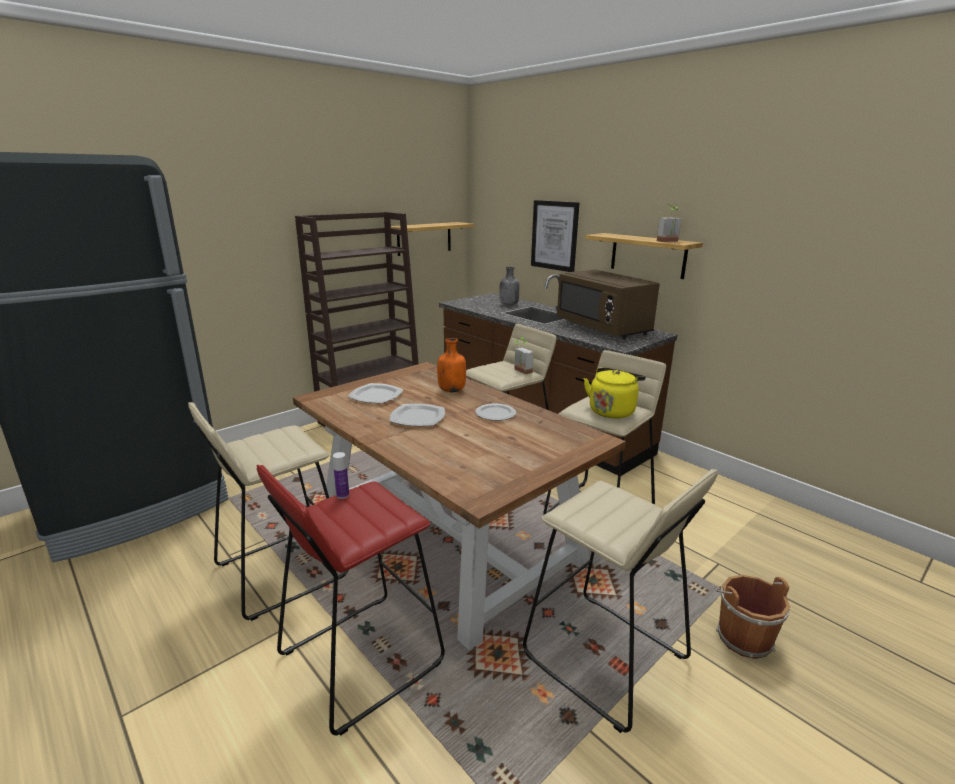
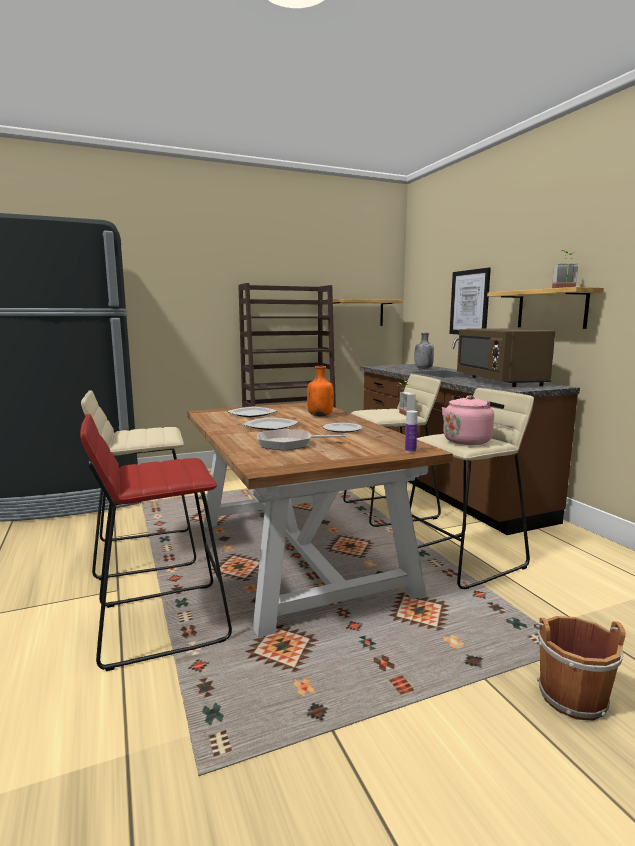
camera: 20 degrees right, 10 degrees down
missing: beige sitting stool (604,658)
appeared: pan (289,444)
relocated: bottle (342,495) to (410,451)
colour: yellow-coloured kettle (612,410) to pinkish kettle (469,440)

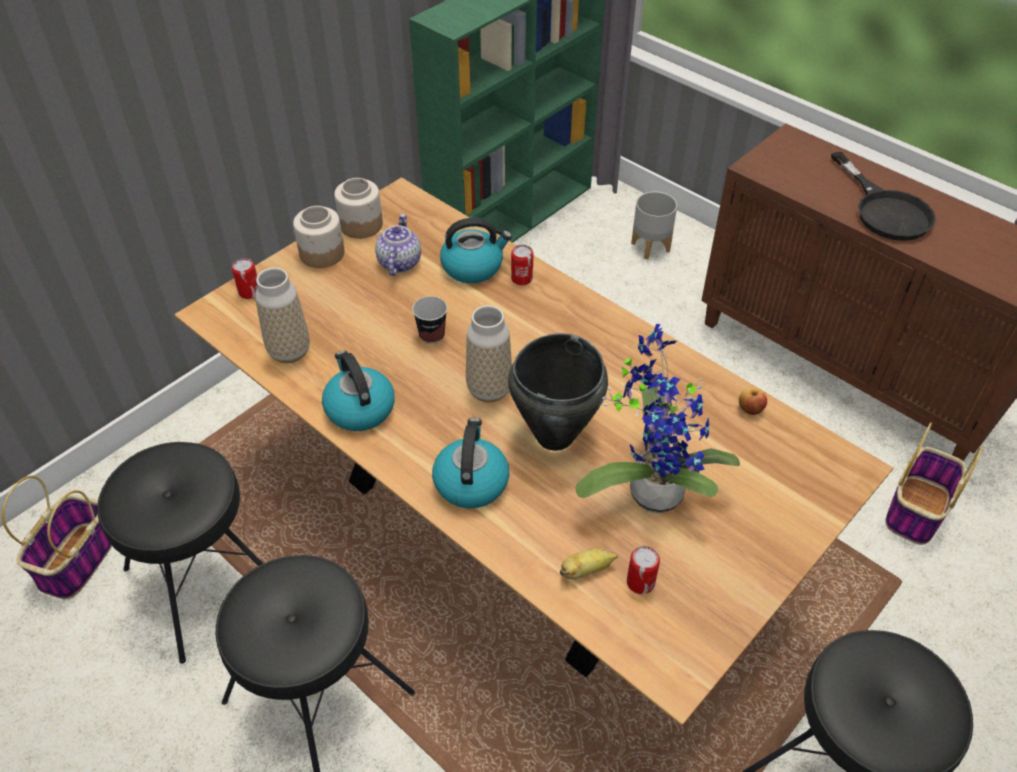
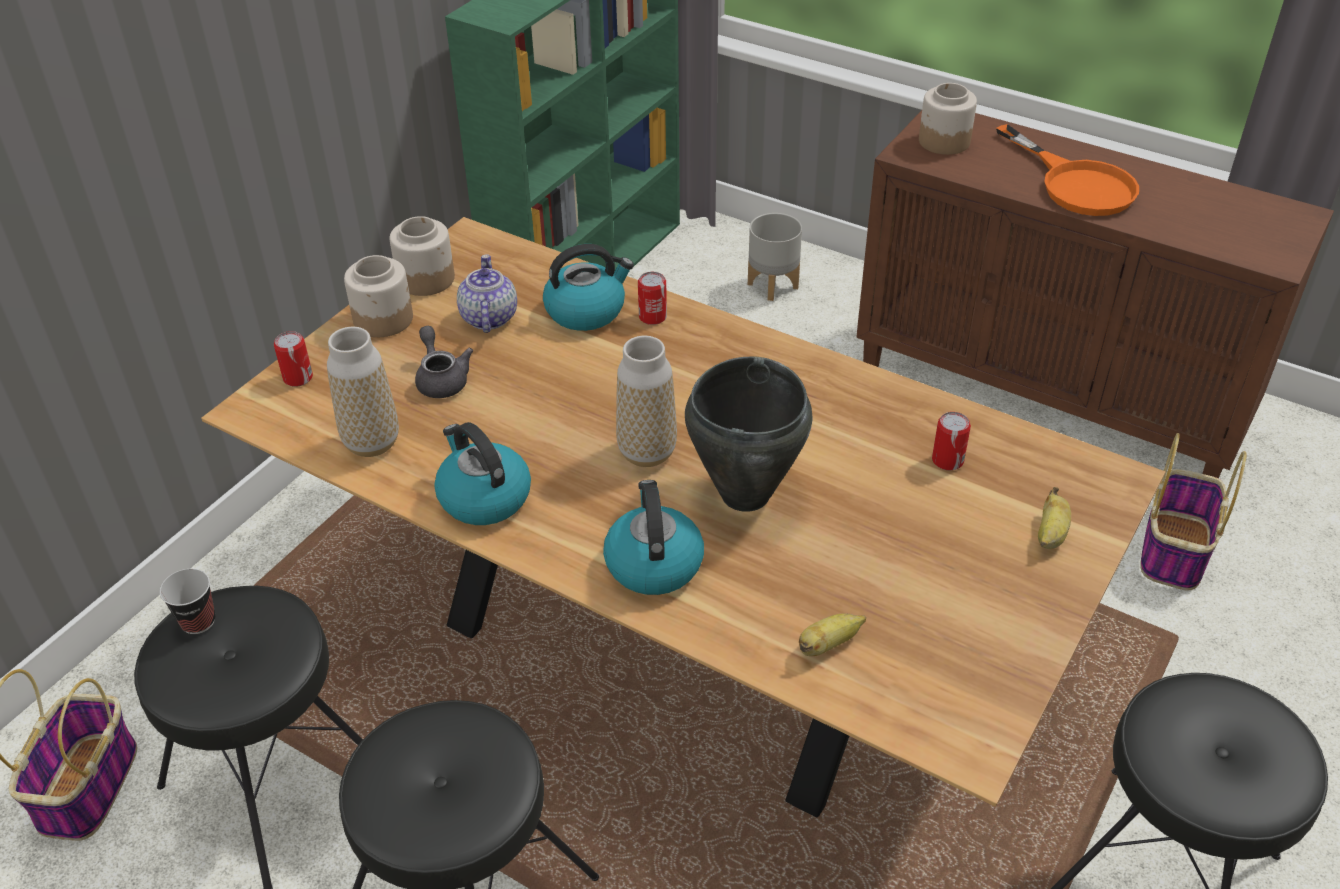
camera: 10 degrees left, 5 degrees down
missing: houseplant (651,488); whole apple (750,409)
appeared: gray pot for tea (441,379); preserve jar (944,141); whole banana (1050,535)
relocated: cup (432,335) to (198,621); can (640,582) to (947,460)
colour: black pan (885,210) to orange pan (1076,183)

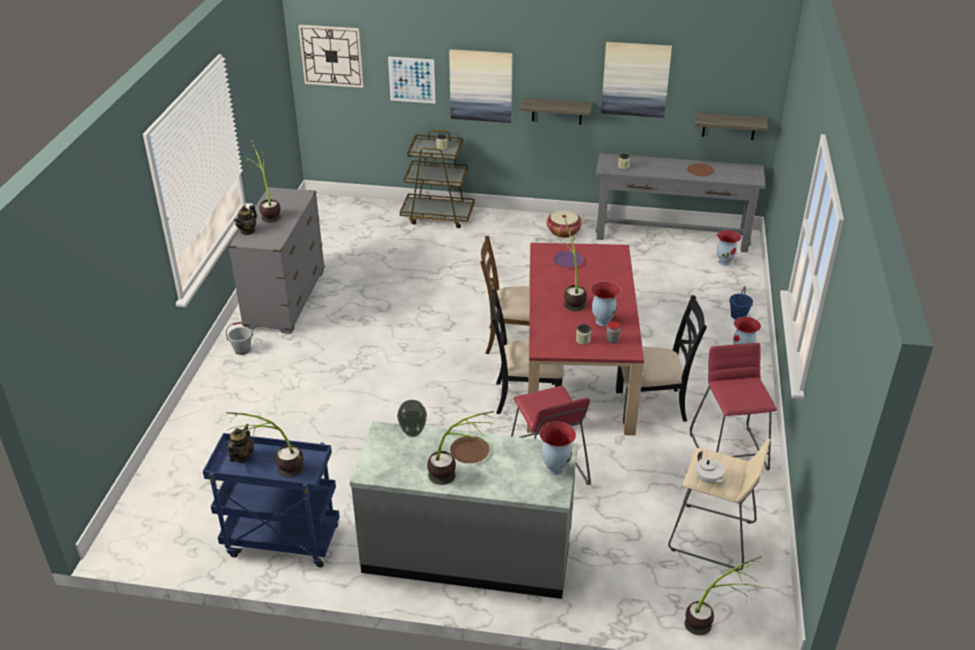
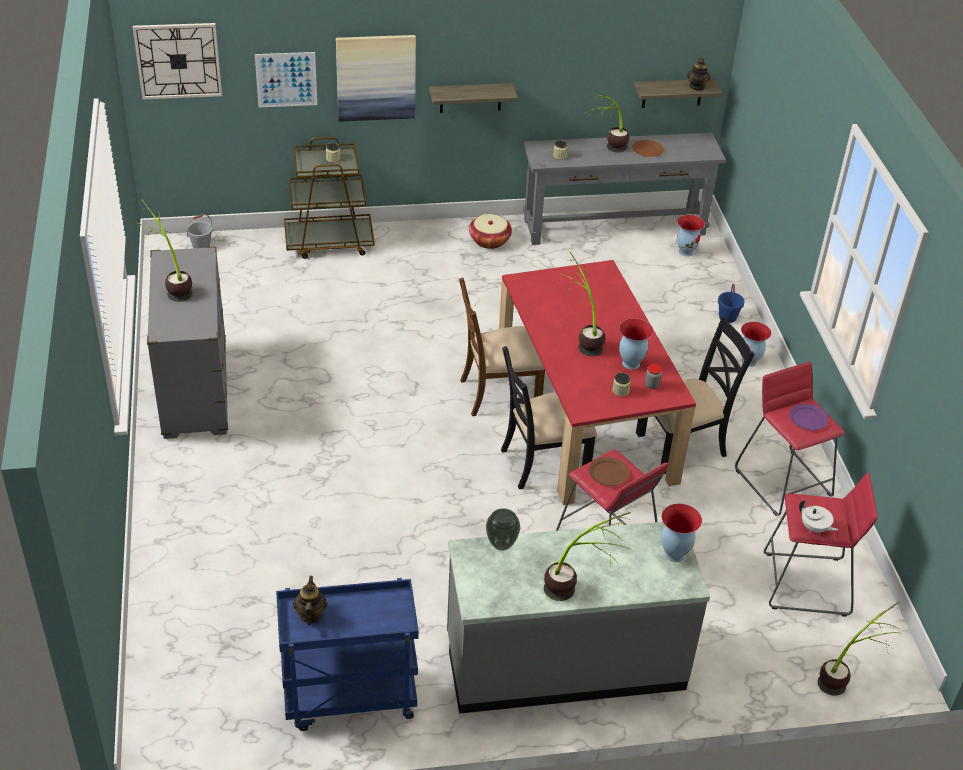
camera: 20 degrees left, 5 degrees up
missing: wall art (635,79)
relocated: gray pail (242,349) to (201,246); houseplant (274,472) to (607,150); brownish plate (470,451) to (608,473); pot for tea (247,231) to (697,87); purple plate (568,261) to (808,418)
colour: beige sitting stool (712,537) to red sitting stool (806,584)

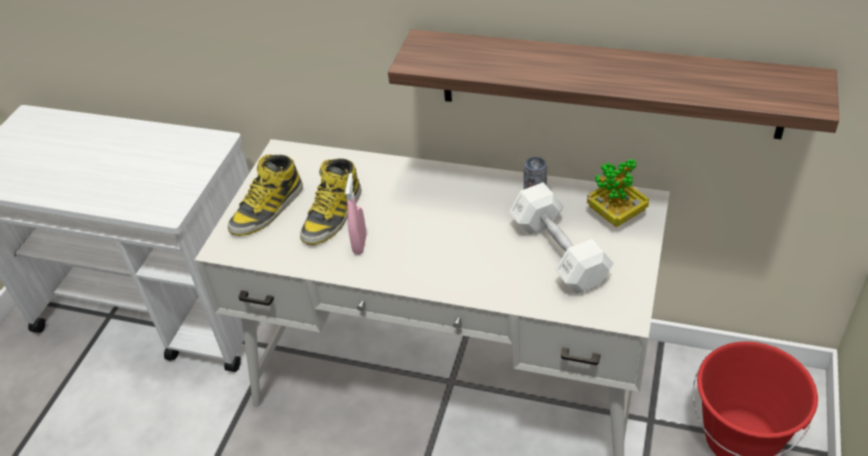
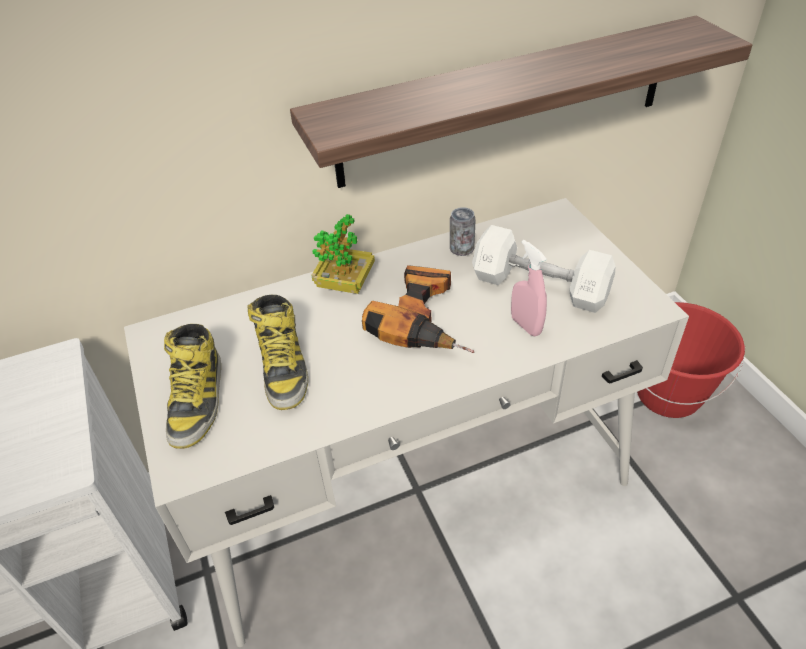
camera: 40 degrees left, 0 degrees up
appeared: power drill (425,320)
relocated: houseplant (616,214) to (345,284); pinkish hand sprayer (360,244) to (526,326)

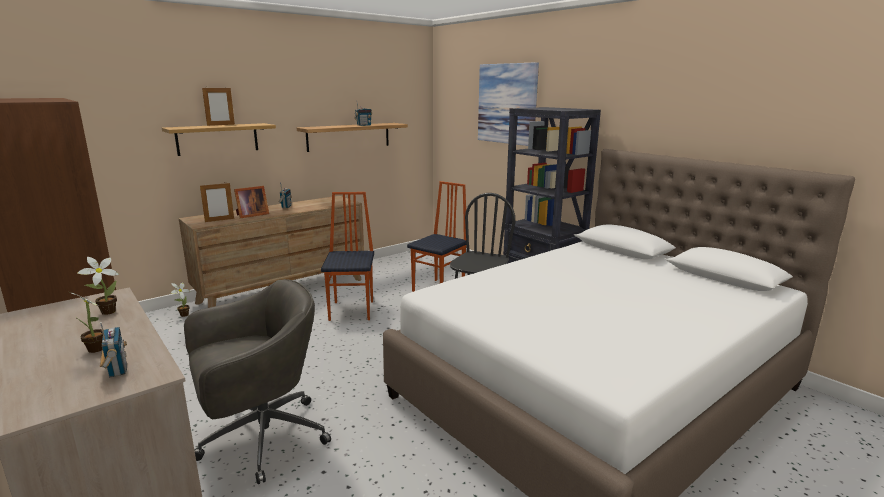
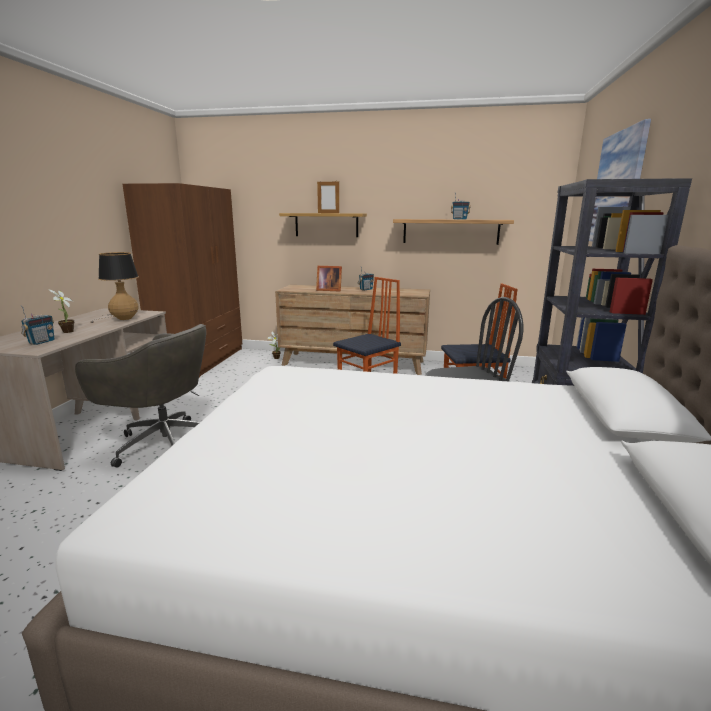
camera: 50 degrees right, 0 degrees up
missing: photo frame (219,220)
exchanged: houseplant (106,312) to table lamp (121,318)

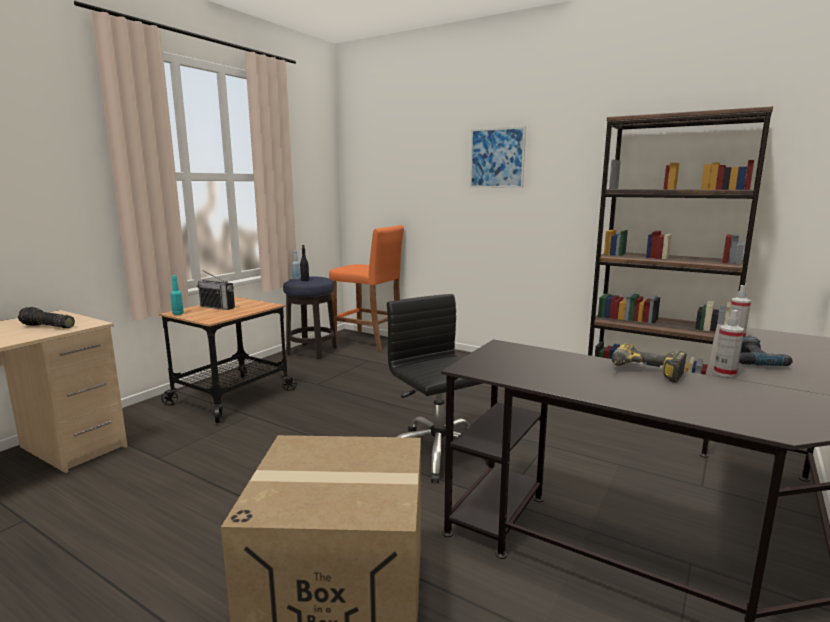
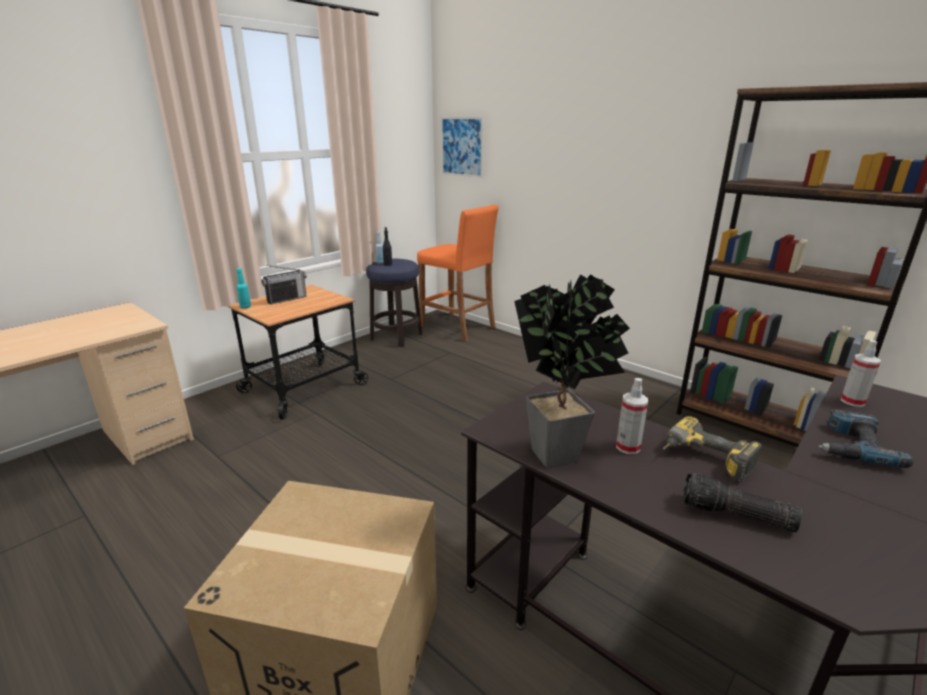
camera: 10 degrees right, 10 degrees up
missing: black computer chair (437,452)
appeared: houseplant (563,455)
relocated: wall art (497,158) to (462,147); hand sprayer (725,373) to (628,447); hand torch (47,327) to (734,516)
spun: radio receiver (217,307) = (287,299) 75 degrees counterclockwise

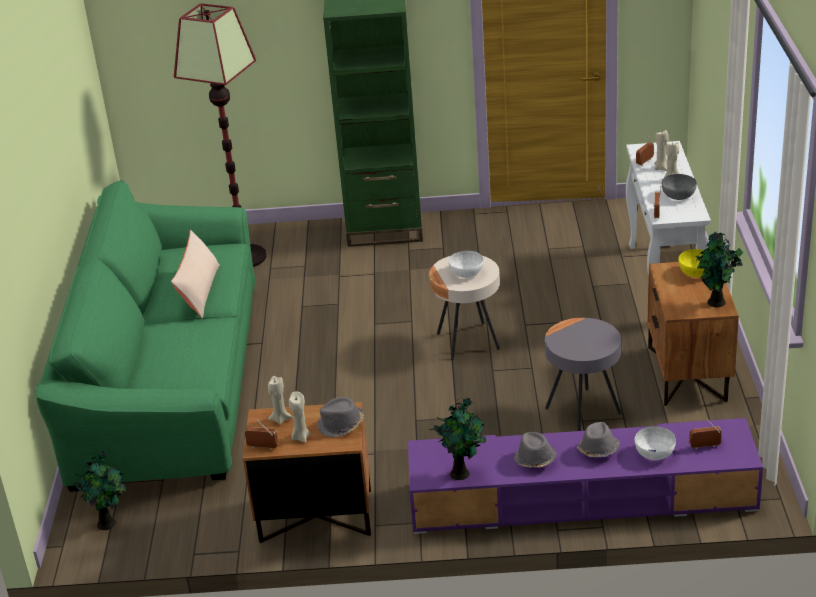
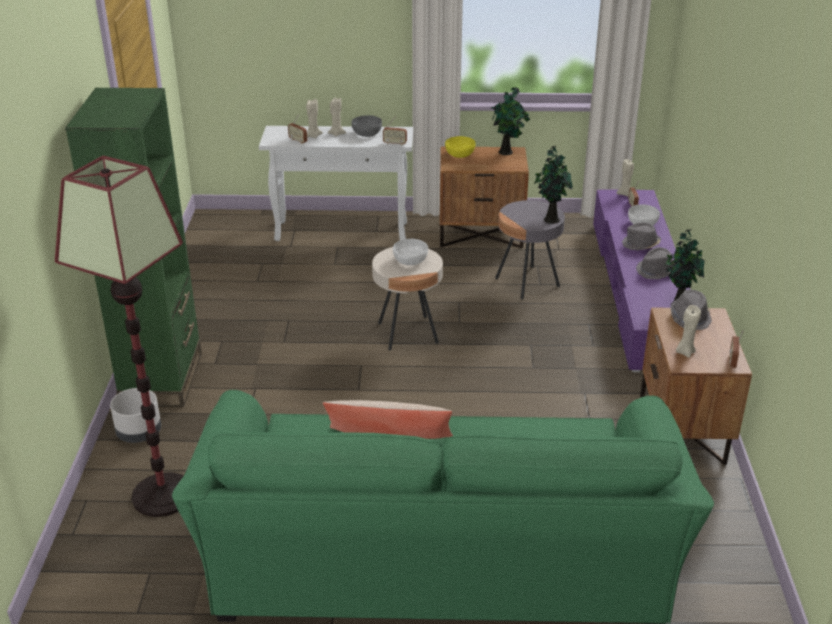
camera: 90 degrees left, 0 degrees up
appeared: gray planter (139,433)
relocated: houseplant (108,523) to (550,219); beige wax candle (300,437) to (625,194)

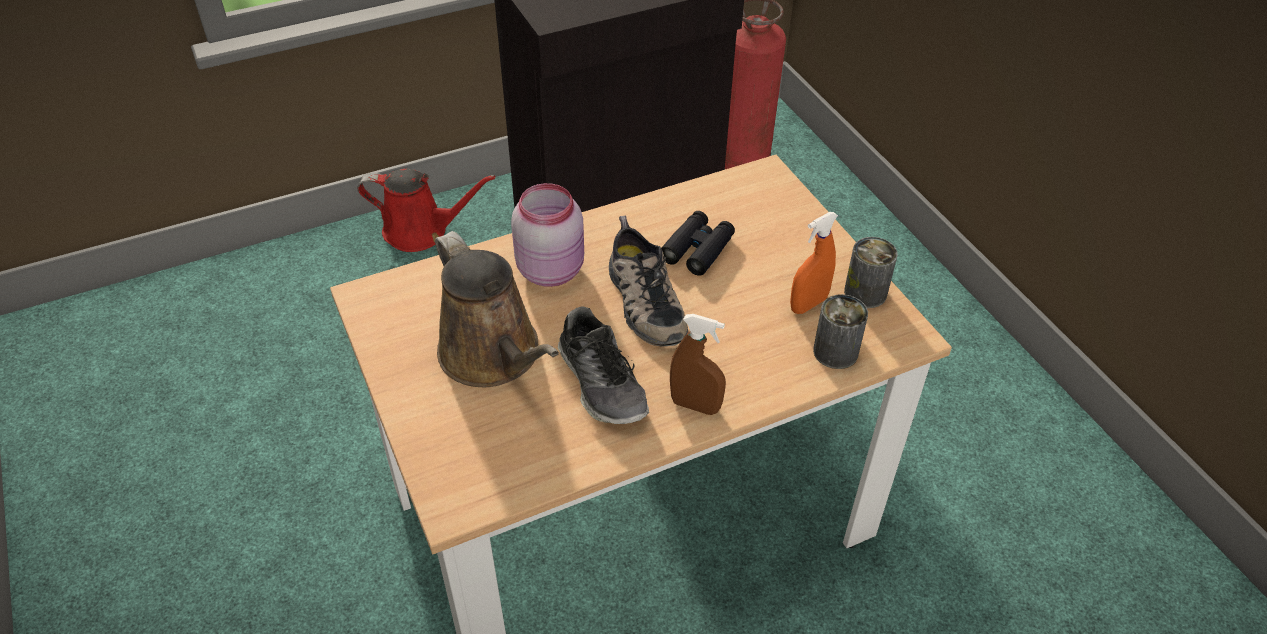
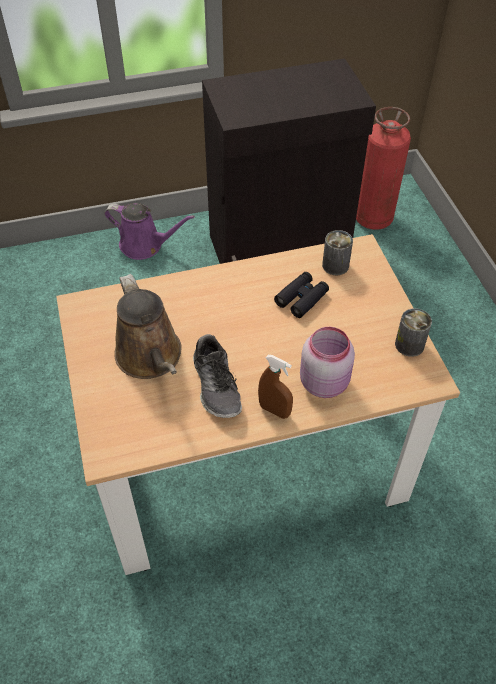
camera: 10 degrees right, 5 degrees up
missing: shoe (642,300); orange hand sprayer (808,304)
relocated: pinkish preserve jar (551,269) to (325,382); can (835,352) to (335,265)
colour: red watering pot (421,231) to purple watering pot (145,245)

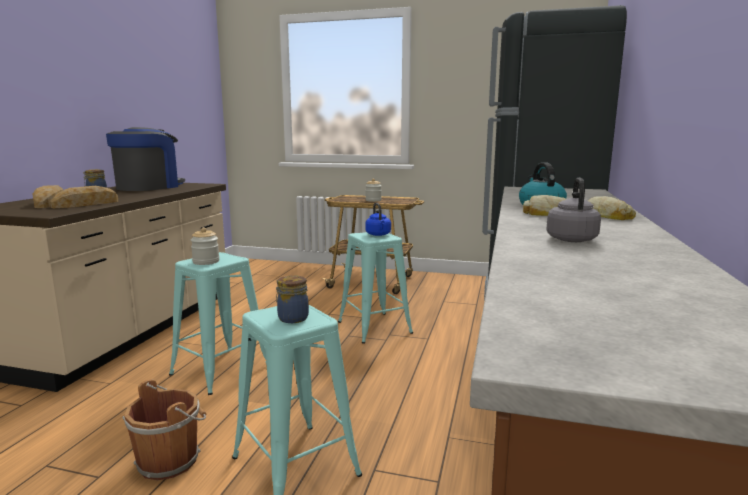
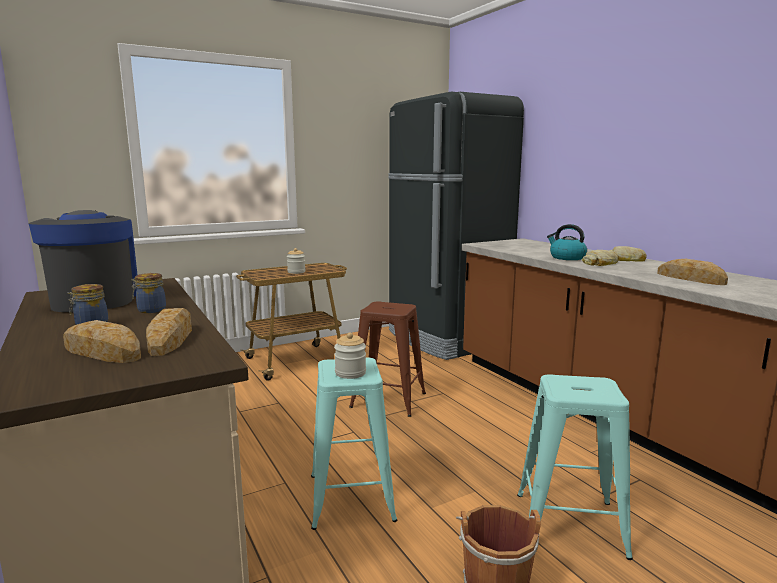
camera: 45 degrees left, 0 degrees up
missing: blue kettle (378,234)
relocated: preserve jar (292,318) to (150,310)
exchanged: gray kettle (571,239) to bread (690,278)
colour: turquoise-coloured sitting stool (374,327) to brownish sitting stool (388,400)

